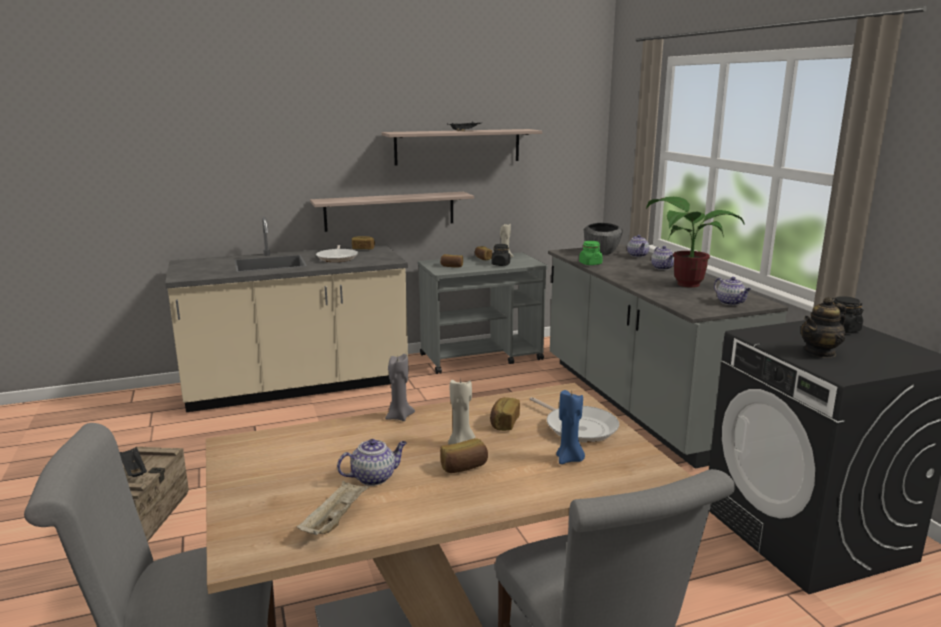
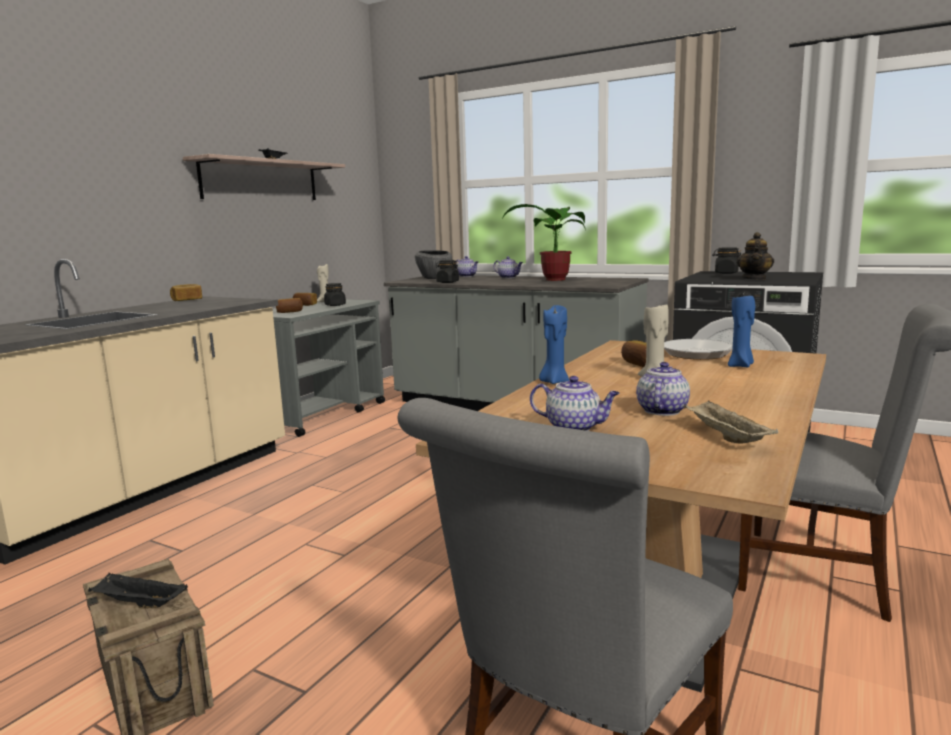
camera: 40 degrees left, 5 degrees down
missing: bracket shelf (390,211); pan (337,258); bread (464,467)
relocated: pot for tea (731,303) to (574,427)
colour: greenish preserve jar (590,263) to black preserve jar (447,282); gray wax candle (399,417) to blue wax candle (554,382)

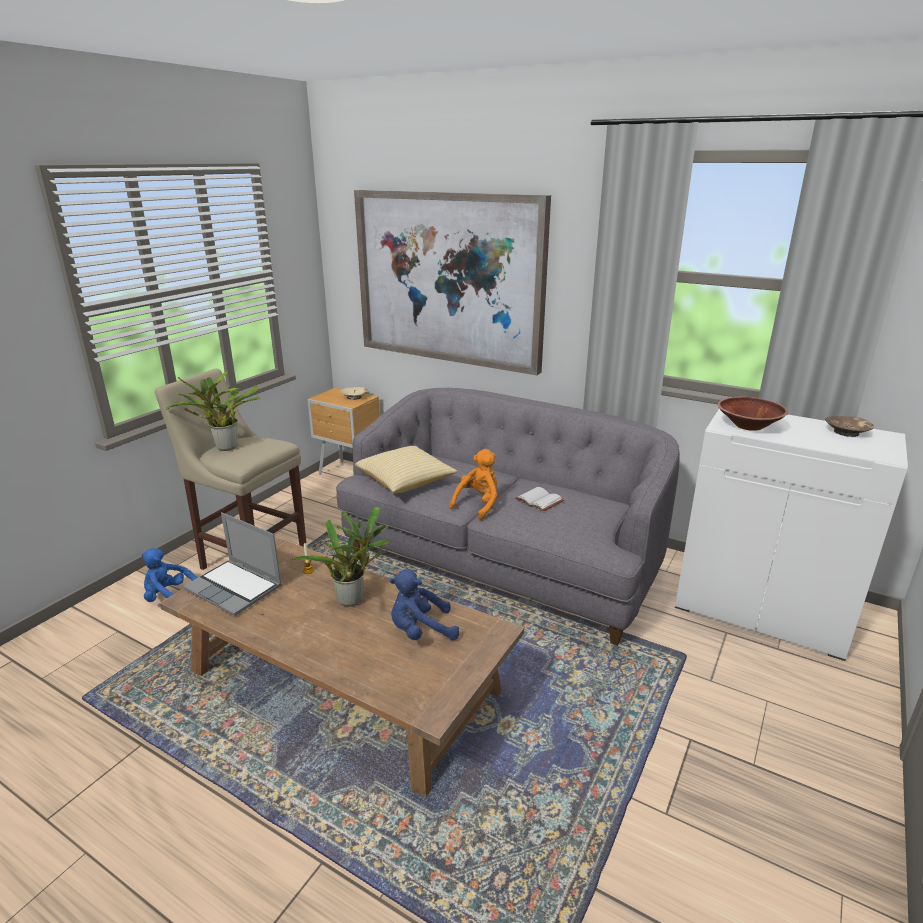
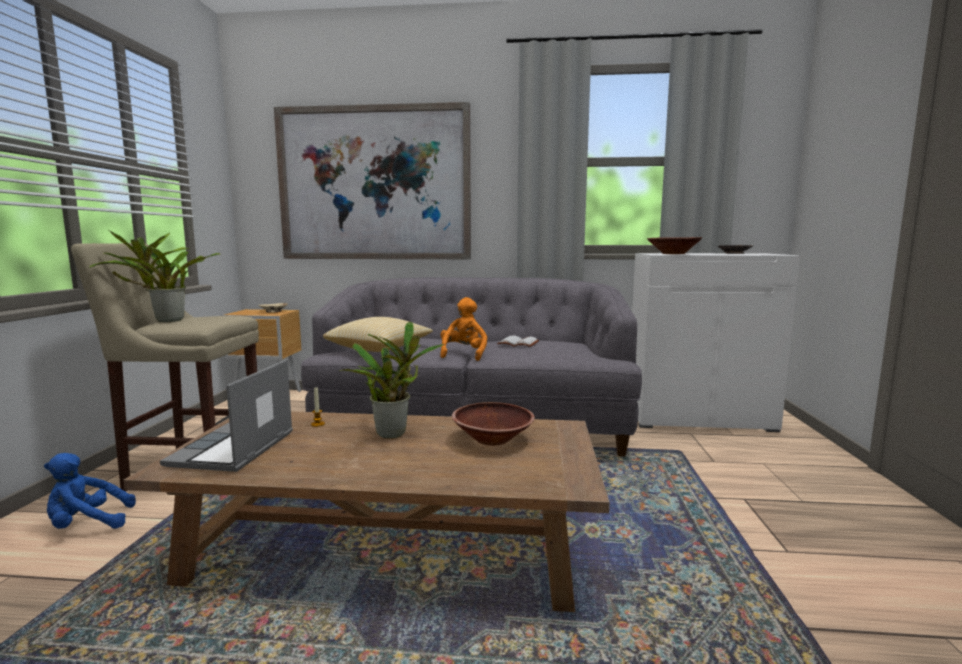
camera: 25 degrees left, 15 degrees down
exchanged: blue plush toy (420,631) to brownish serving bowl (492,439)
spun: laptop (235,588) = (233,450) 90 degrees clockwise

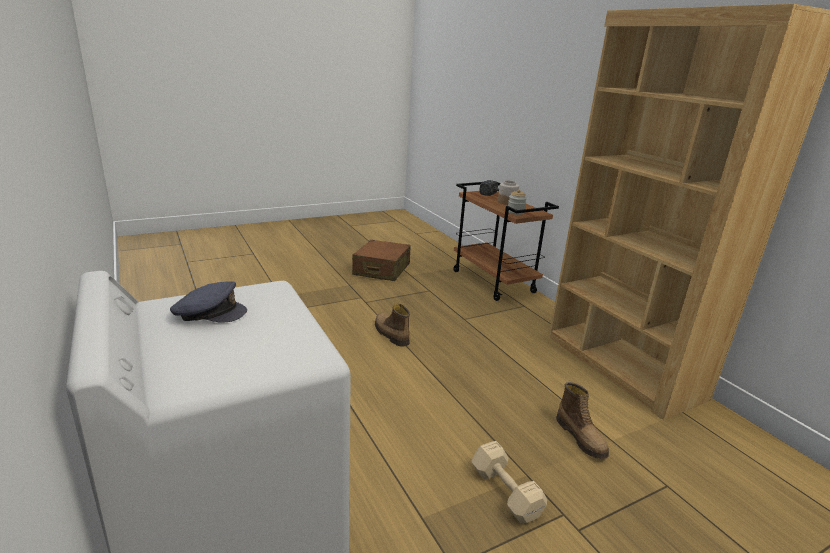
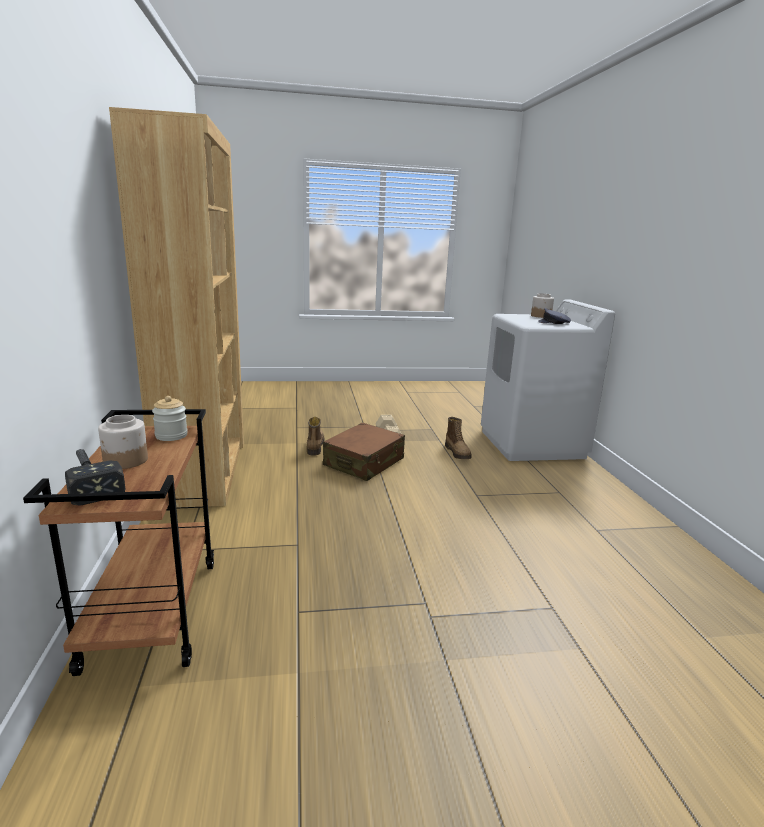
camera: 160 degrees left, 5 degrees down
appeared: preserve jar (541,316)
relocated: brownish suitcase (381,270) to (364,462); high-top boot (390,334) to (458,453)

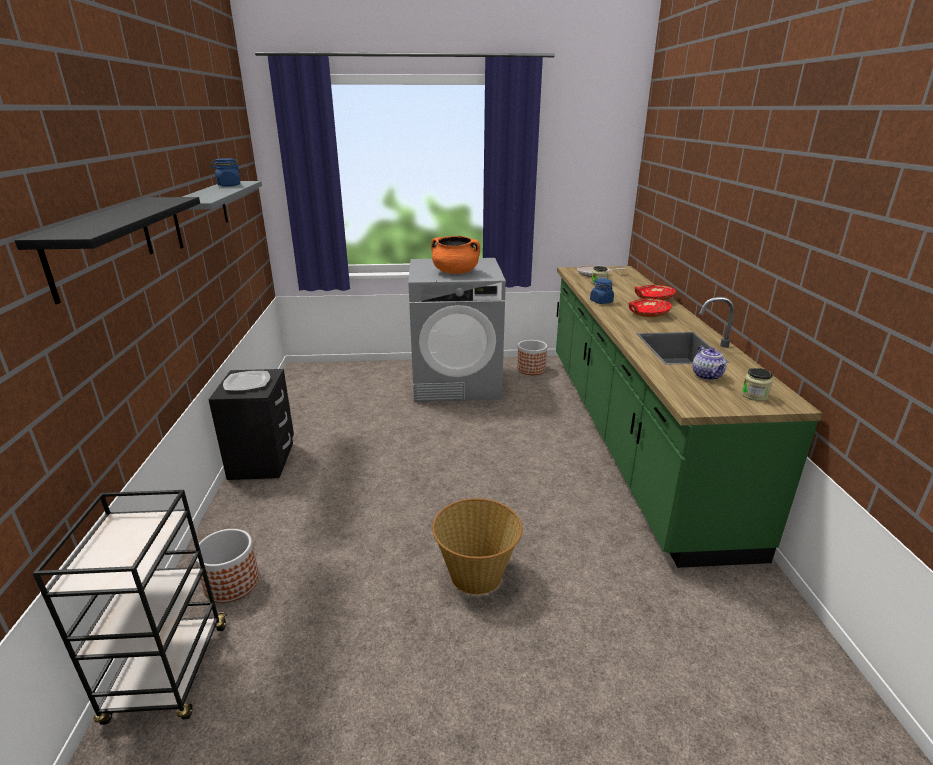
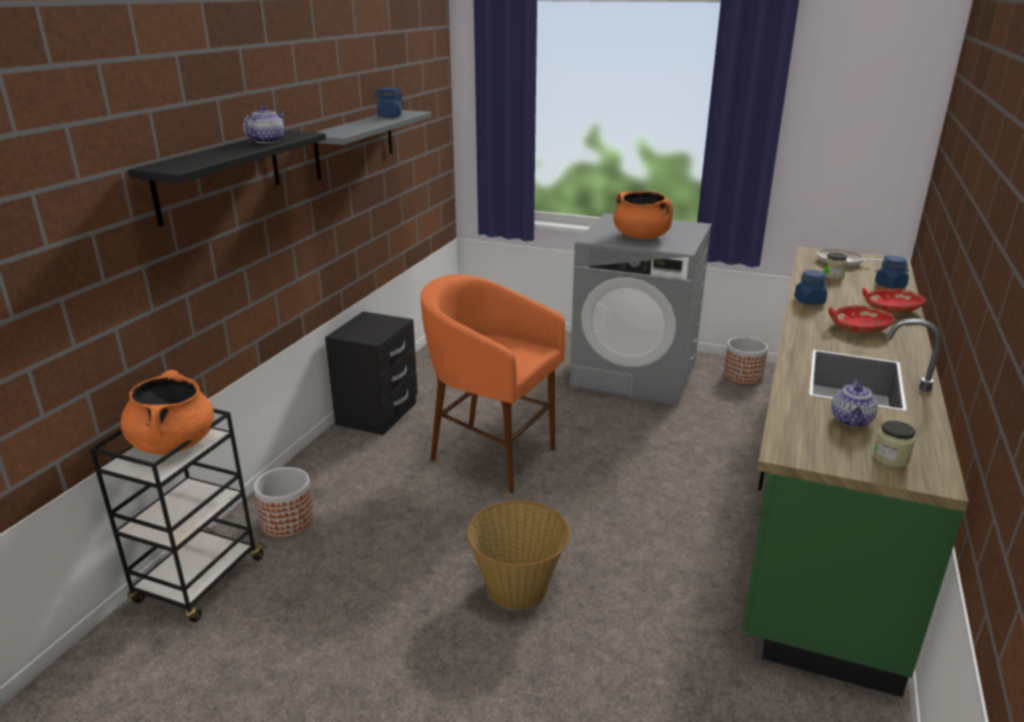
camera: 25 degrees right, 0 degrees up
missing: plate (247,383)
appeared: orange saucepot (173,443); pot for tea (268,141); orange sitting stool (491,456); blue preserve jar (890,285)

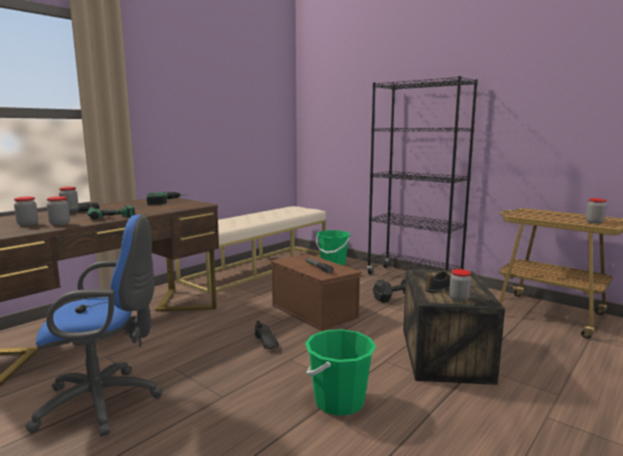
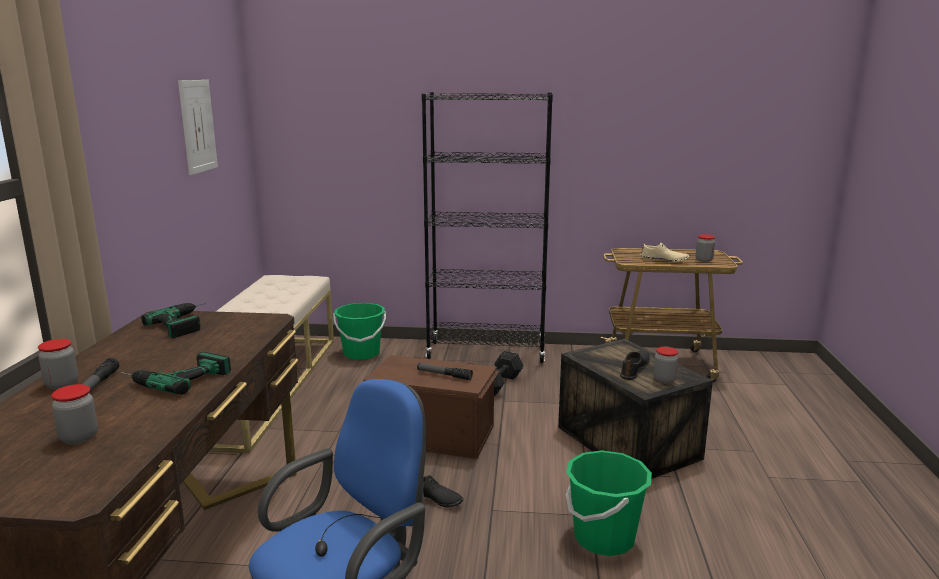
camera: 35 degrees left, 5 degrees up
missing: preserve jar (60,224)
appeared: wall art (198,126); beige shoe (664,260)

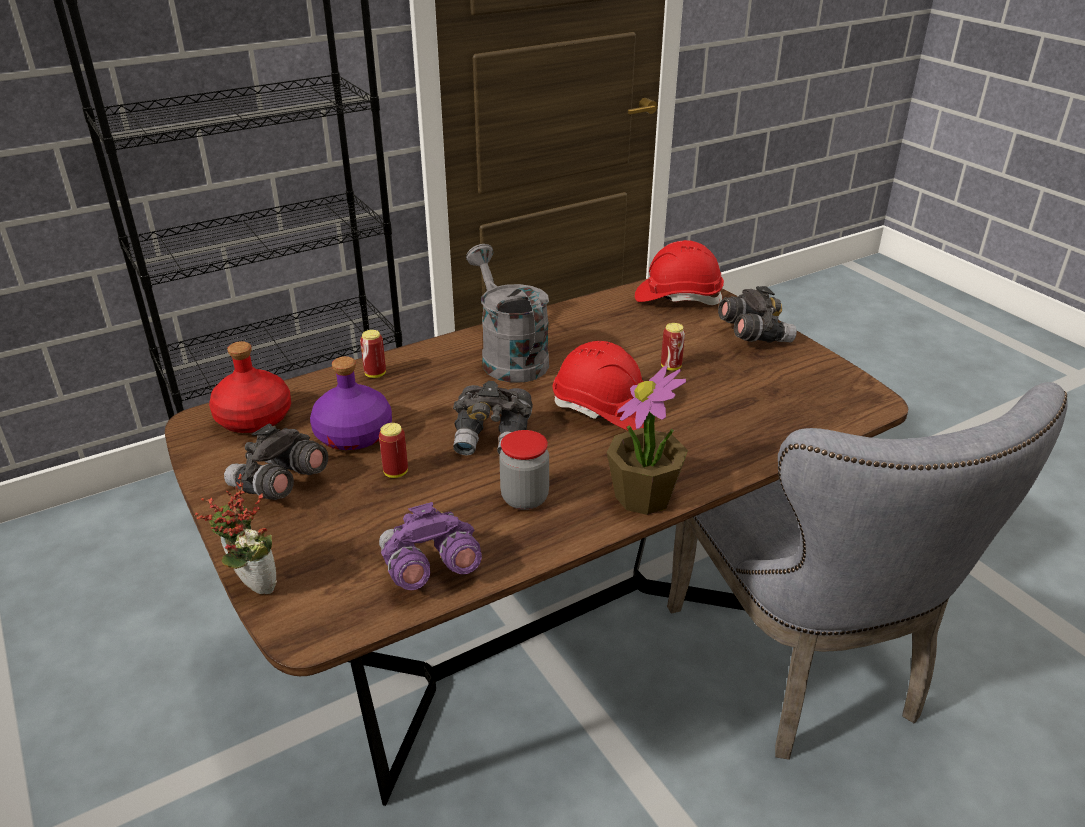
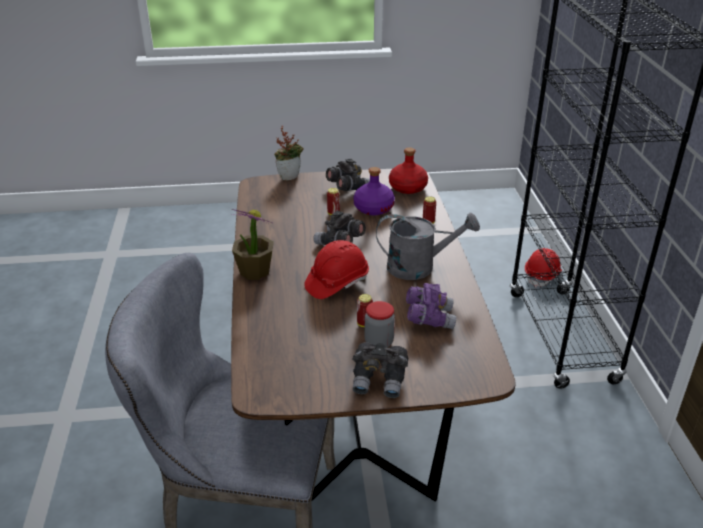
camera: 115 degrees right, 0 degrees up
relocated: preserve jar (524,498) to (379,342); purple field glasses (428,569) to (429,318); red safety helmet (677,297) to (542,275)

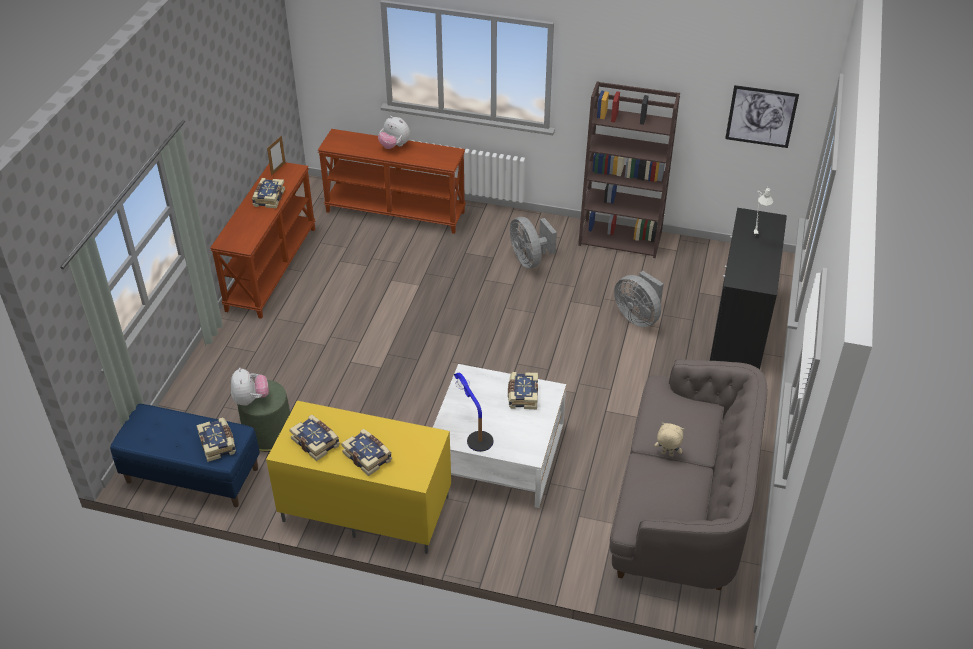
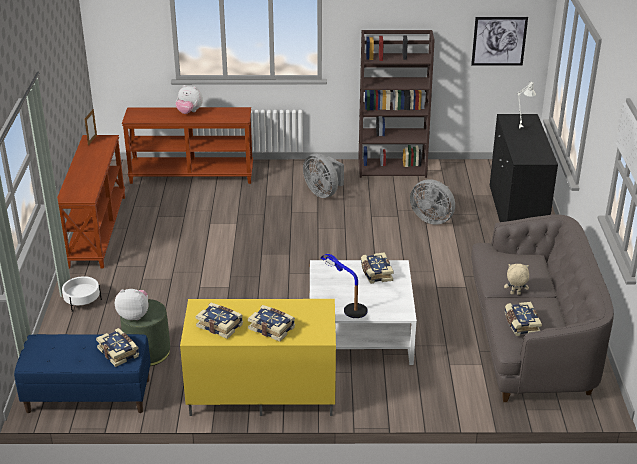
camera: 15 degrees left, 10 degrees down
appeared: white-coloured planter (82,301)
relocated: book (268,198) to (521,324)
spun: plush toy (251,399) = (134,315) 60 degrees counterclockwise

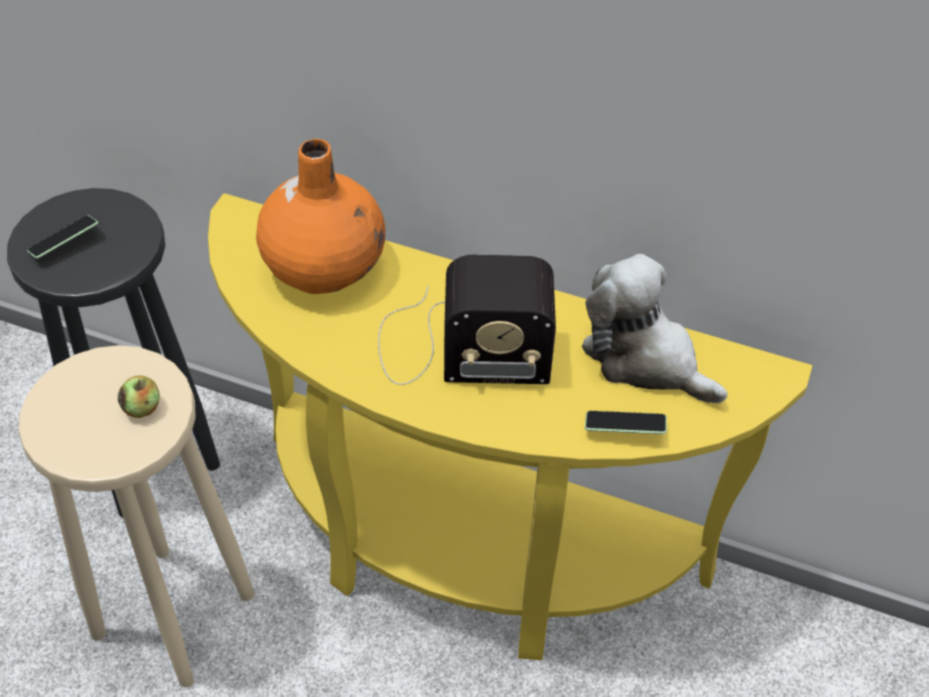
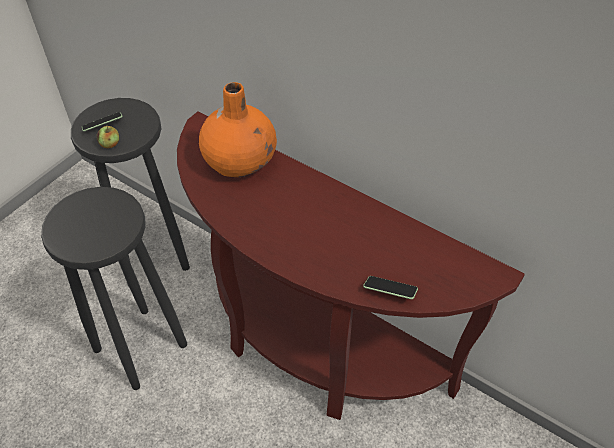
camera: 15 degrees right, 0 degrees up
missing: radio receiver (457,348); plush toy (644,358)
relocated: whole apple (142,408) to (110,144)
colour: beige sitting stool (172,613) to black sitting stool (139,346); yellow-coloured hall table (464,551) to brownish hall table (311,345)

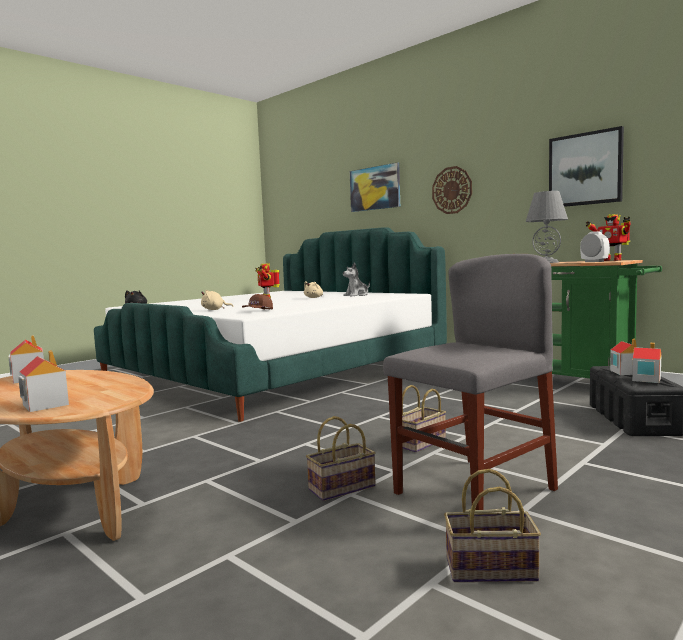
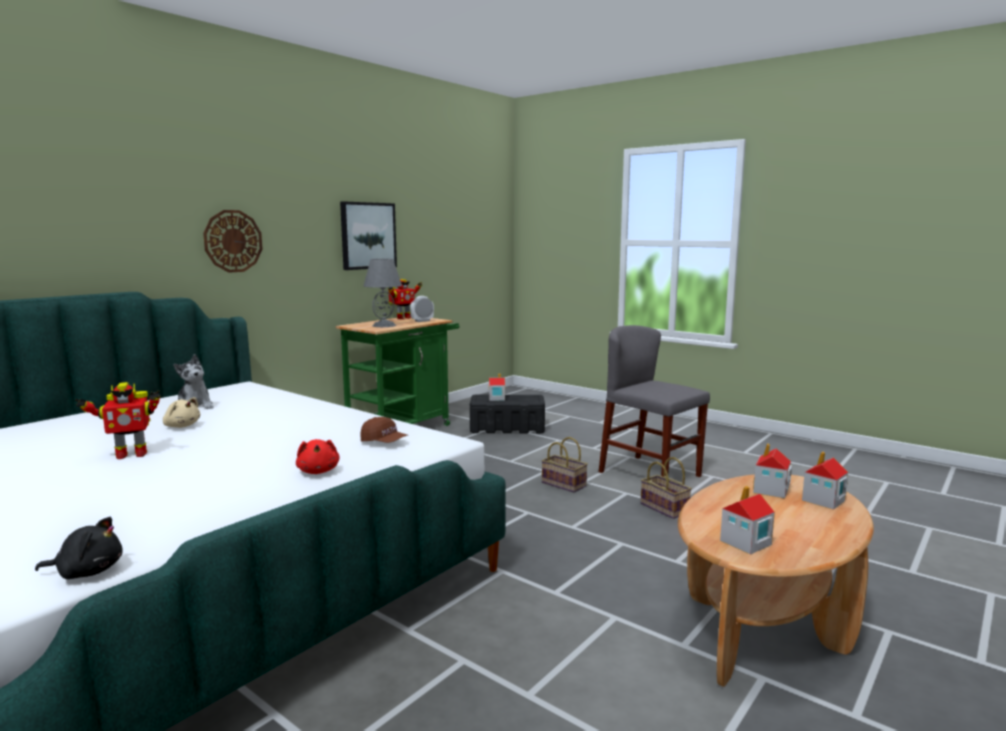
camera: 95 degrees left, 5 degrees up
missing: wall art (375,188); storage basket (489,570)
relocated: toy house (646,379) to (770,490)
colour: beige plush toy (214,309) to red plush toy (318,471)

